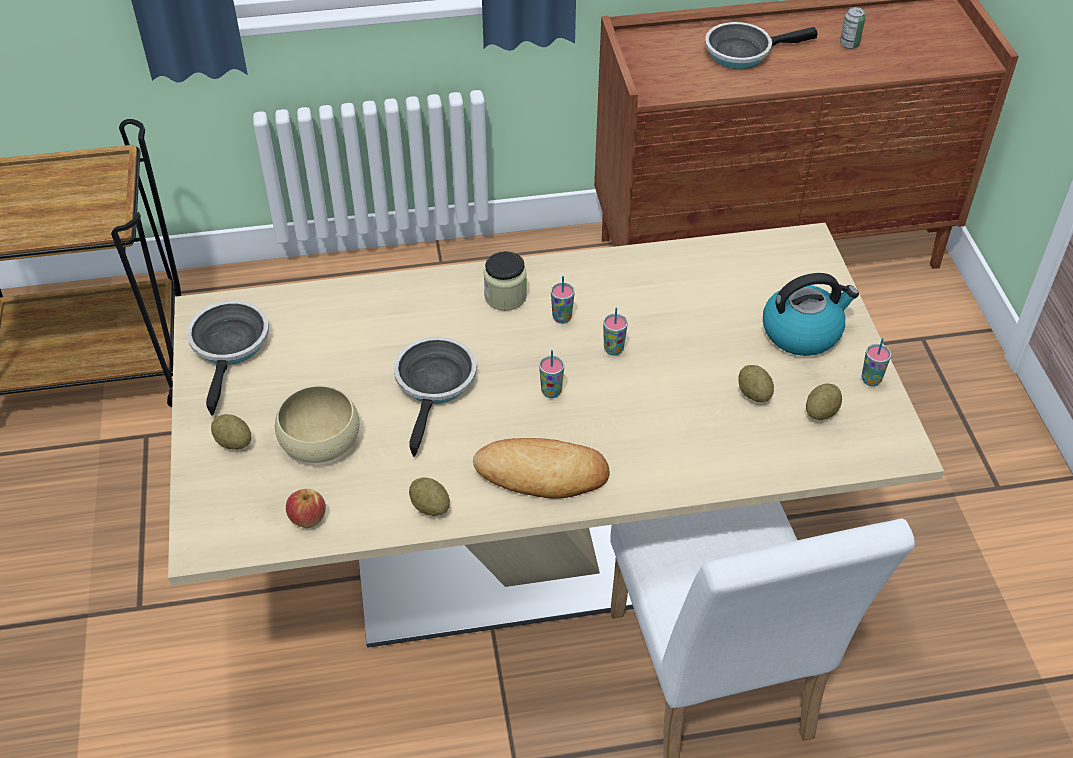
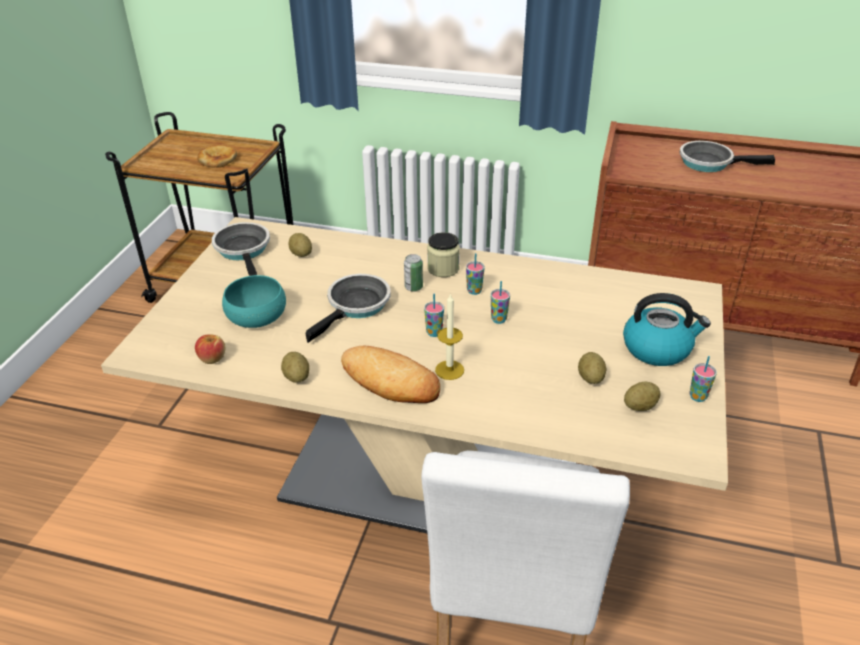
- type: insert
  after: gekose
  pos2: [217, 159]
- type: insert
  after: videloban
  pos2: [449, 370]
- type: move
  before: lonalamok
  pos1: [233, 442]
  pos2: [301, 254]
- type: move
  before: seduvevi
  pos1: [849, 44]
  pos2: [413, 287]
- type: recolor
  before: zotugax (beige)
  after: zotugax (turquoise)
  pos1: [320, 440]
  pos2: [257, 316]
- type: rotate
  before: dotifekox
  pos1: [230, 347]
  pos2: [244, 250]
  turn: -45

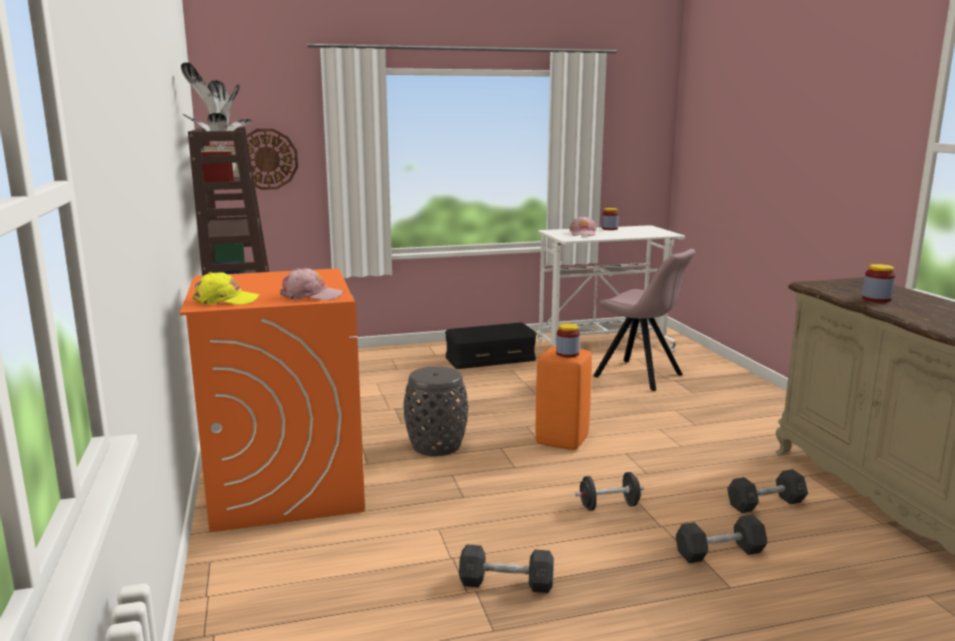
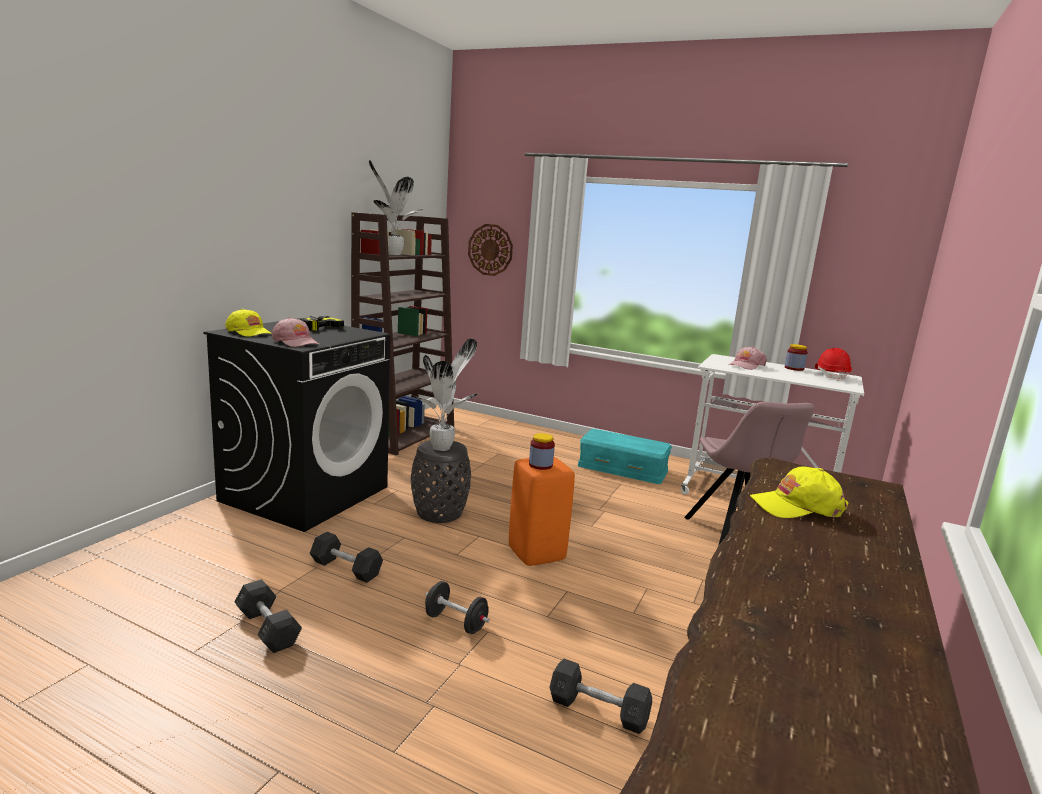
- type: insert
  after: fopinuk
  pos2: [314, 326]
- type: insert
  after: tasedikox
  pos2: [443, 447]
- type: insert
  after: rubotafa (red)
  pos2: [831, 375]
- type: move
  before: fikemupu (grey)
  pos1: [719, 553]
  pos2: [346, 568]
- type: replace
  before: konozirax
  after: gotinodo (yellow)
  pos1: [876, 299]
  pos2: [796, 506]
- type: recolor
  before: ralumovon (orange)
  after: ralumovon (black)
  pos1: [285, 484]
  pos2: [306, 493]
- type: recolor
  before: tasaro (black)
  after: tasaro (turquoise)
  pos1: [490, 358]
  pos2: [623, 468]

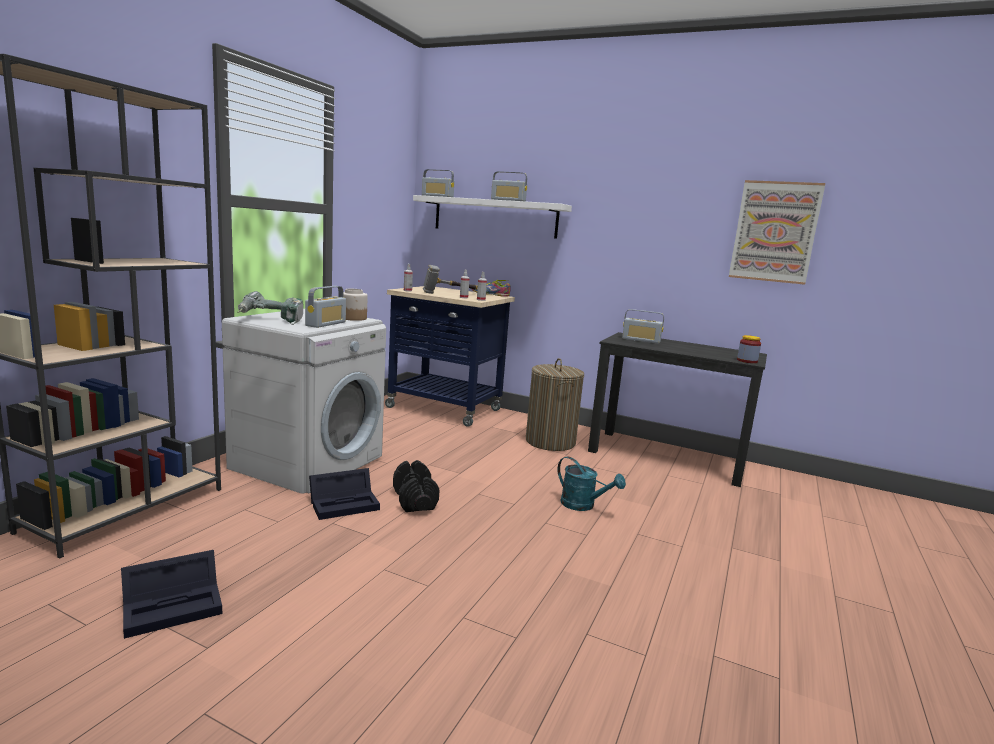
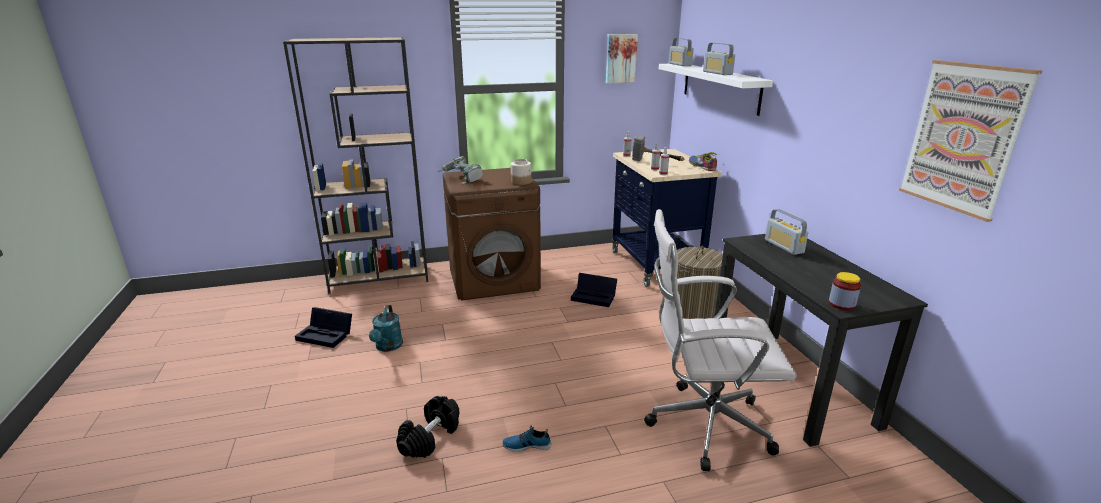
- type: delete
  before: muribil
  pos1: [326, 324]
- type: insert
  after: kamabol
  pos2: [527, 445]
- type: insert
  after: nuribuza
  pos2: [620, 58]
- type: insert
  after: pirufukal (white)
  pos2: [703, 425]
- type: move
  before: tasaro (black)
  pos1: [346, 504]
  pos2: [595, 297]
- type: move
  before: fikemupu (black)
  pos1: [415, 500]
  pos2: [430, 438]
- type: move
  before: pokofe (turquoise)
  pos1: [583, 505]
  pos2: [388, 347]
- type: recolor
  before: ralumovon (white)
  after: ralumovon (brown)
  pos1: [311, 462]
  pos2: [495, 280]

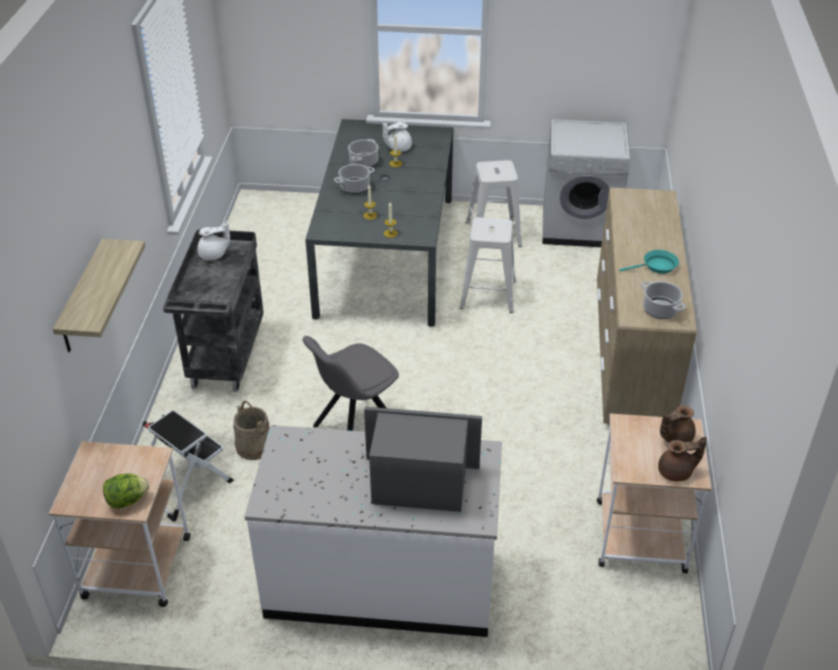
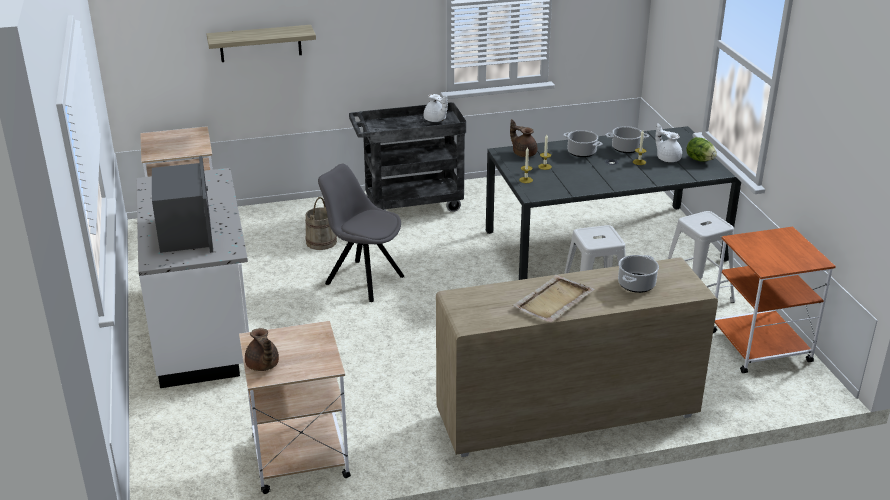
- type: delete
  before: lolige
  pos1: [182, 481]
- type: move
  before: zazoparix
  pos1: [127, 500]
  pos2: [699, 160]
- type: move
  before: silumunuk
  pos1: [659, 309]
  pos2: [636, 284]
- type: move
  before: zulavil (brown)
  pos1: [674, 438]
  pos2: [523, 153]
- type: replace
  before: ralumovon (white)
  after: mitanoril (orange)
  pos1: [579, 229]
  pos2: [760, 348]
- type: replace
  before: dotifekox (turquoise)
  after: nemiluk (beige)
  pos1: [657, 266]
  pos2: [553, 301]

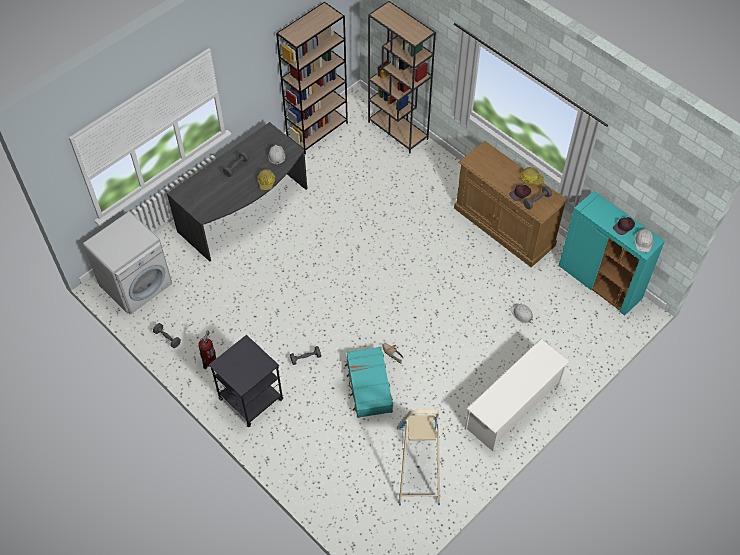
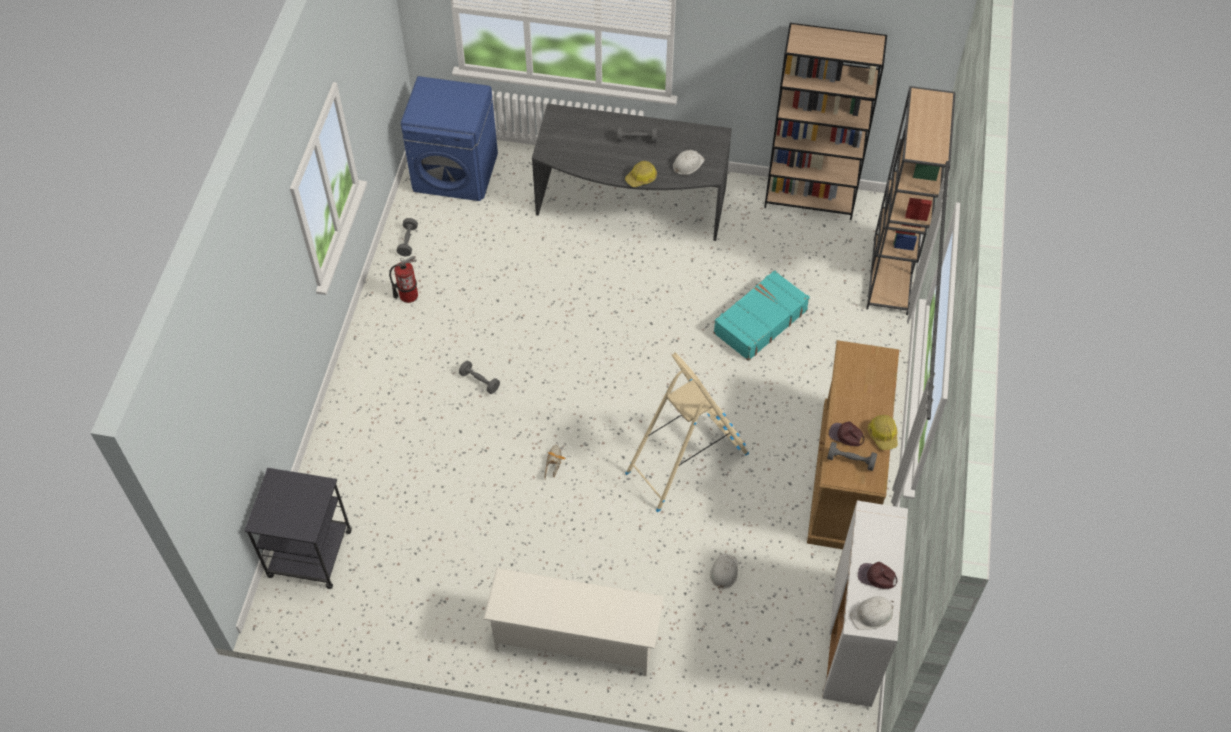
- type: move
  before: mitanoril (black)
  pos1: [250, 398]
  pos2: [310, 552]
- type: move
  before: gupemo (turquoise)
  pos1: [368, 386]
  pos2: [759, 321]
- type: move
  before: lolige (beige)
  pos1: [417, 464]
  pos2: [687, 462]
- type: recolor
  before: ralumovon (white)
  after: ralumovon (blue)
  pos1: [137, 284]
  pos2: [455, 173]
- type: recolor
  before: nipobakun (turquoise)
  after: nipobakun (white)
  pos1: [600, 282]
  pos2: [853, 640]

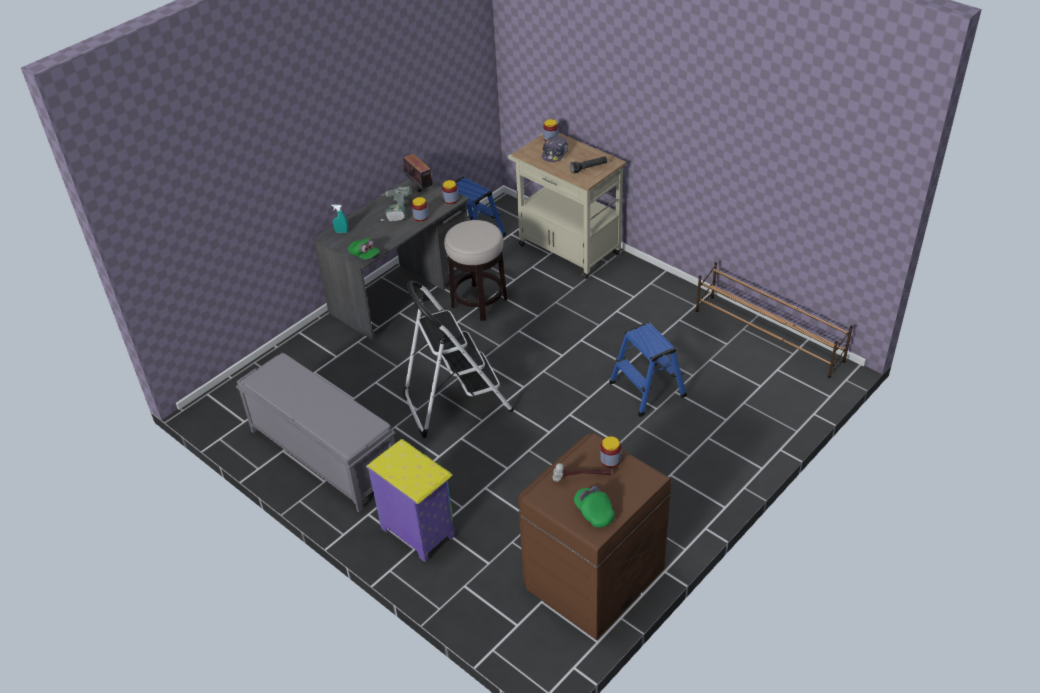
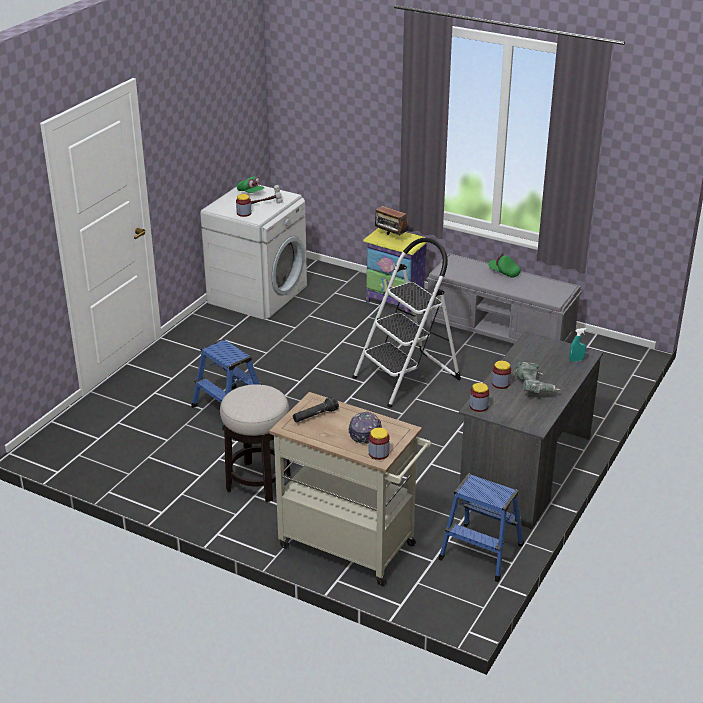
- type: delete
  before: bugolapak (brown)
  pos1: [768, 336]
- type: move
  before: gotinodo (green)
  pos1: [364, 255]
  pos2: [504, 272]
- type: move
  before: muribil
  pos1: [419, 187]
  pos2: [390, 237]
- type: move
  before: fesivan
  pos1: [479, 302]
  pos2: [258, 482]
- type: recolor
  before: ralumovon (brown)
  after: ralumovon (white)
  pos1: [590, 576]
  pos2: [260, 294]

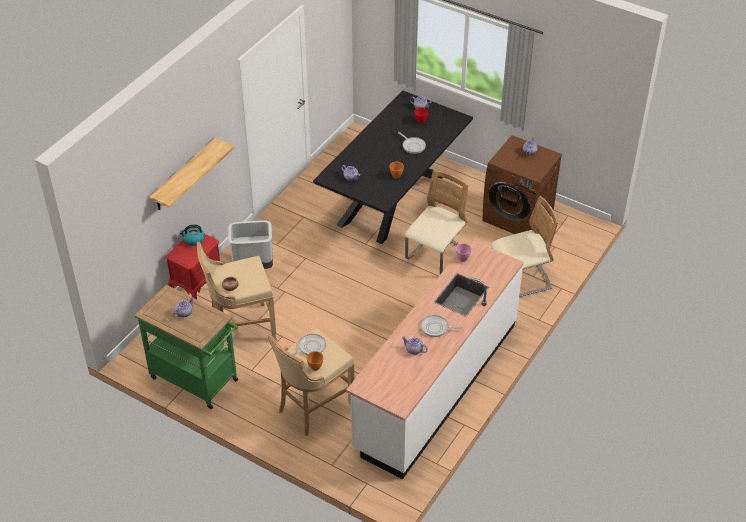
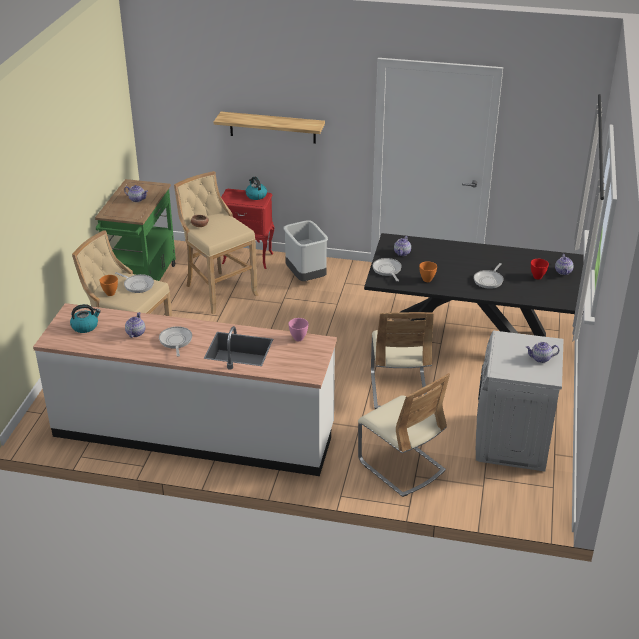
- type: insert
  after: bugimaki
  pos2: [85, 326]
- type: insert
  after: dotifekox
  pos2: [387, 270]
- type: recolor
  before: ralumovon (brown)
  after: ralumovon (white)
  pos1: [517, 218]
  pos2: [511, 442]
- type: rotate
  before: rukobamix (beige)
  pos1: [436, 255]
  pos2: [399, 389]
  turn: 75

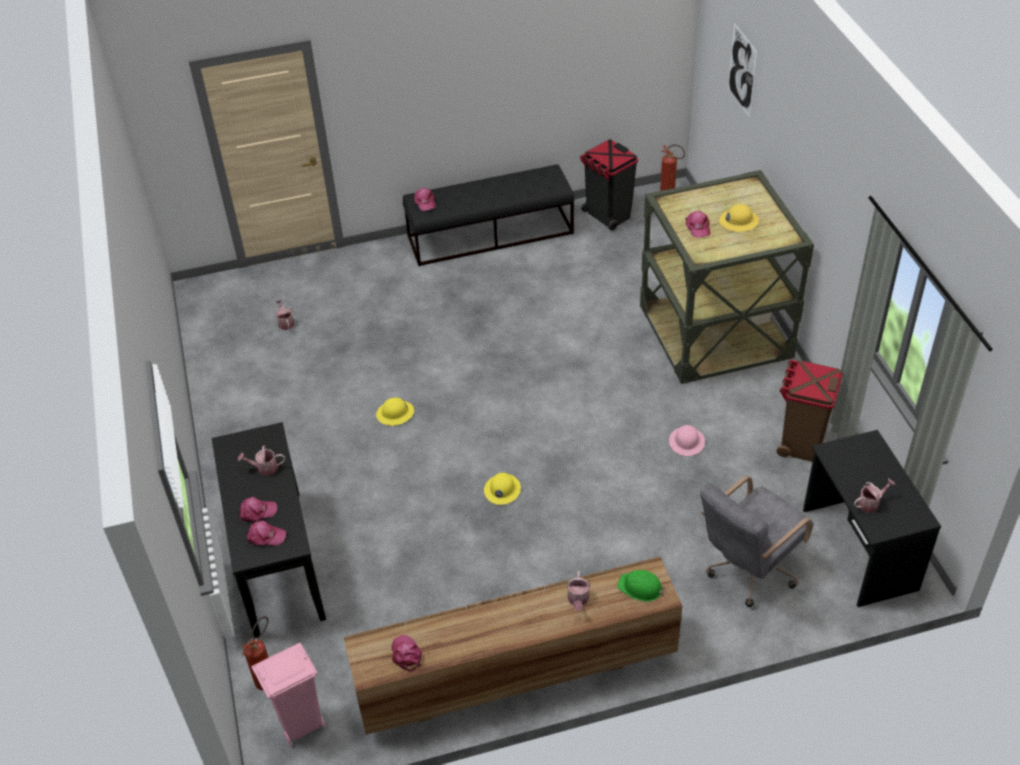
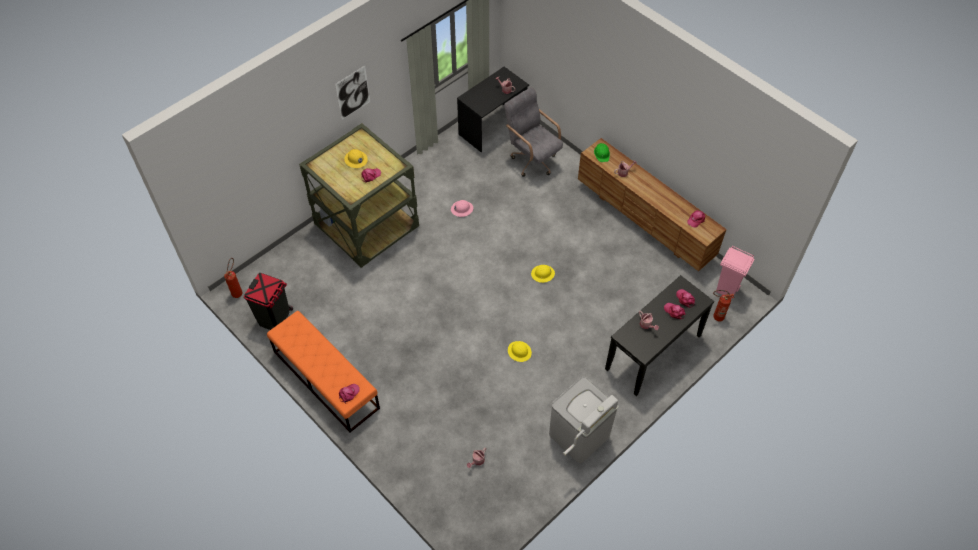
- type: delete
  before: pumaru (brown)
  pos1: [801, 442]
- type: insert
  after: ralumovon (grey)
  pos2: [578, 437]
- type: move
  before: nuribuza
  pos1: [742, 70]
  pos2: [353, 93]
- type: recolor
  before: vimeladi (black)
  after: vimeladi (orange)
  pos1: [491, 234]
  pos2: [325, 379]
- type: rotate
  before: pirufukal (grey)
  pos1: [748, 574]
  pos2: [532, 160]
  turn: -150

